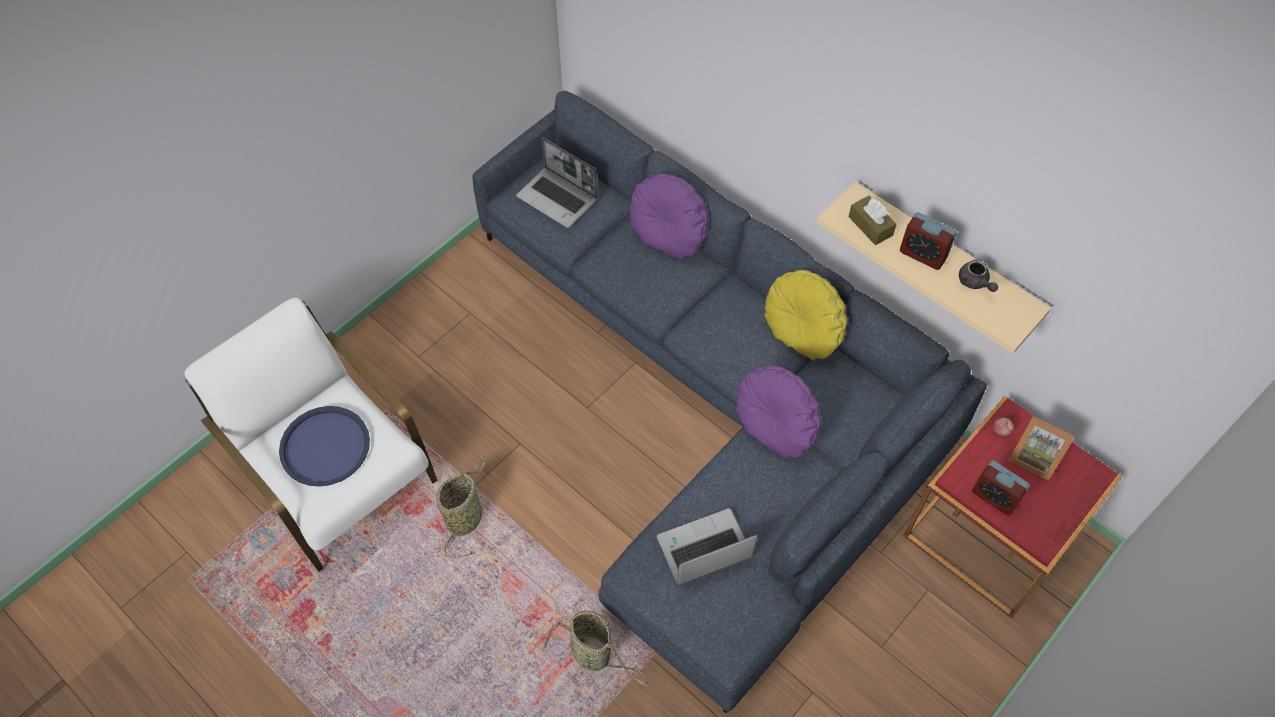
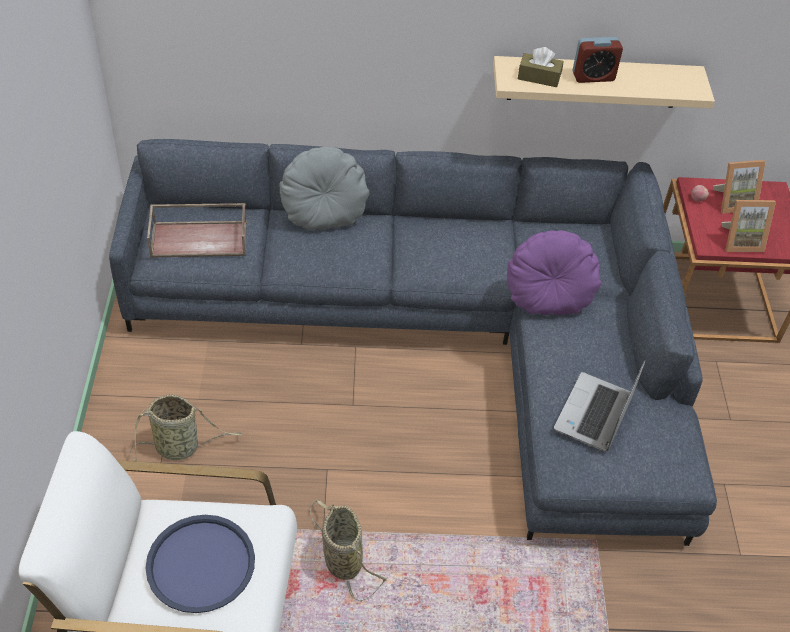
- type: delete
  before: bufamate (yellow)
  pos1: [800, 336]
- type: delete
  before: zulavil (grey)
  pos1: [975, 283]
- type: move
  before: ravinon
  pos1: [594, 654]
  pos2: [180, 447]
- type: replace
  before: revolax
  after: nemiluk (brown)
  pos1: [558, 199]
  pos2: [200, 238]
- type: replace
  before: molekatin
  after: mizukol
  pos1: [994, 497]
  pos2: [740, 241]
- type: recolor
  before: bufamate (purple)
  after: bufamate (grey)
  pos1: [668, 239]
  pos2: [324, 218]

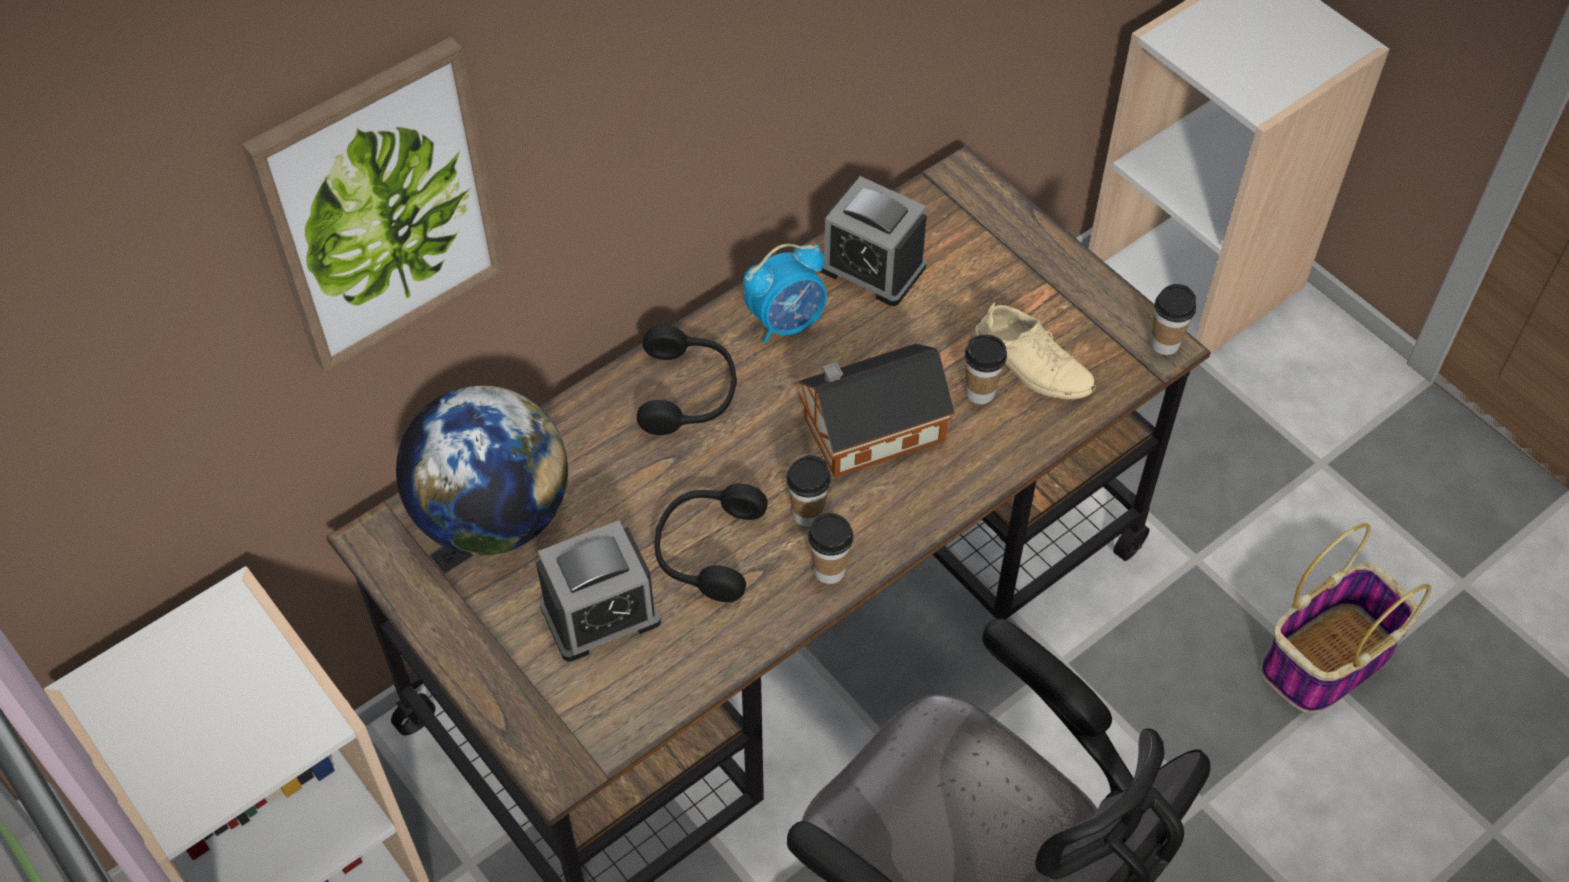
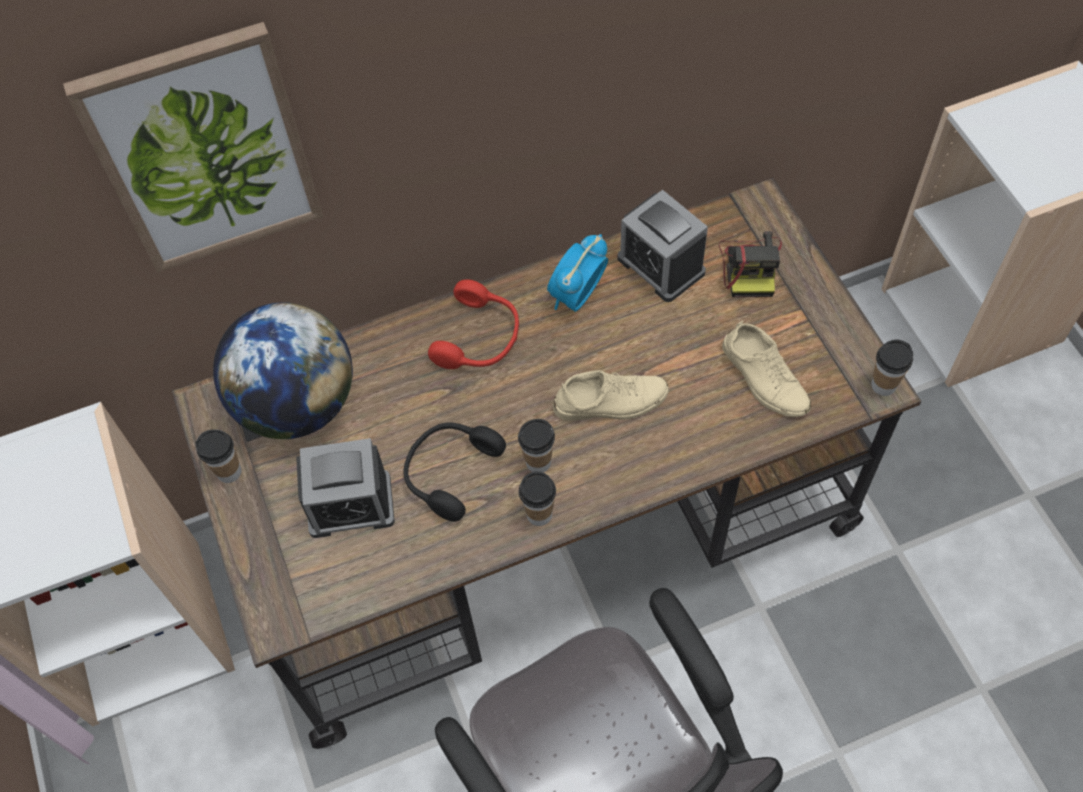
- type: delete
  before: ravinon
  pos1: [1326, 661]
- type: insert
  after: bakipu
  pos2: [750, 266]
- type: move
  before: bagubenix
  pos1: [980, 392]
  pos2: [229, 472]
- type: replace
  before: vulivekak
  after: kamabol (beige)
  pos1: [868, 429]
  pos2: [610, 402]
- type: recolor
  before: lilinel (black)
  after: lilinel (red)
  pos1: [689, 392]
  pos2: [480, 338]
- type: rotate
  before: molekatin
  pos1: [787, 322]
  pos2: [577, 296]
  turn: 135

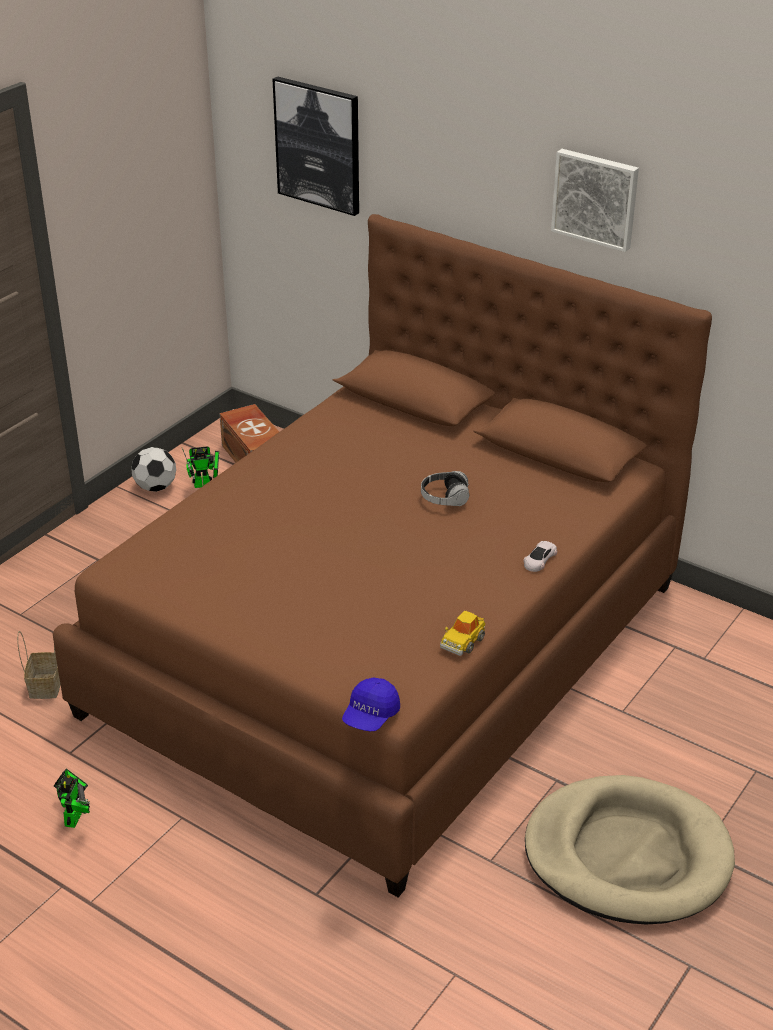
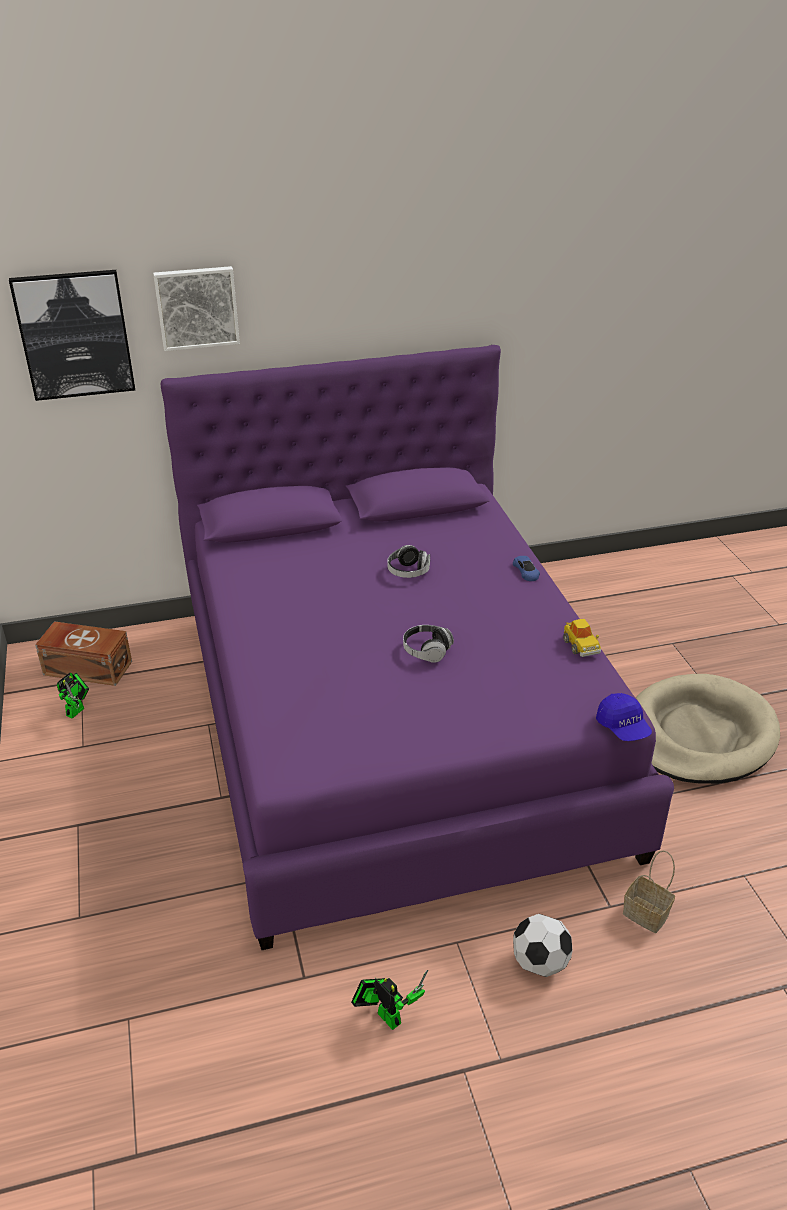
- type: insert
  after: lilinel
  pos2: [427, 651]
- type: move
  before: ravinon
  pos1: [46, 687]
  pos2: [647, 914]
- type: move
  before: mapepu
  pos1: [155, 487]
  pos2: [540, 963]
- type: move
  before: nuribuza
  pos1: [596, 198]
  pos2: [197, 307]
- type: recolor
  before: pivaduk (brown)
  after: pivaduk (purple)
  pos1: [388, 648]
  pos2: [393, 724]
- type: recolor
  before: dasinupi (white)
  after: dasinupi (blue)
  pos1: [539, 559]
  pos2: [526, 571]

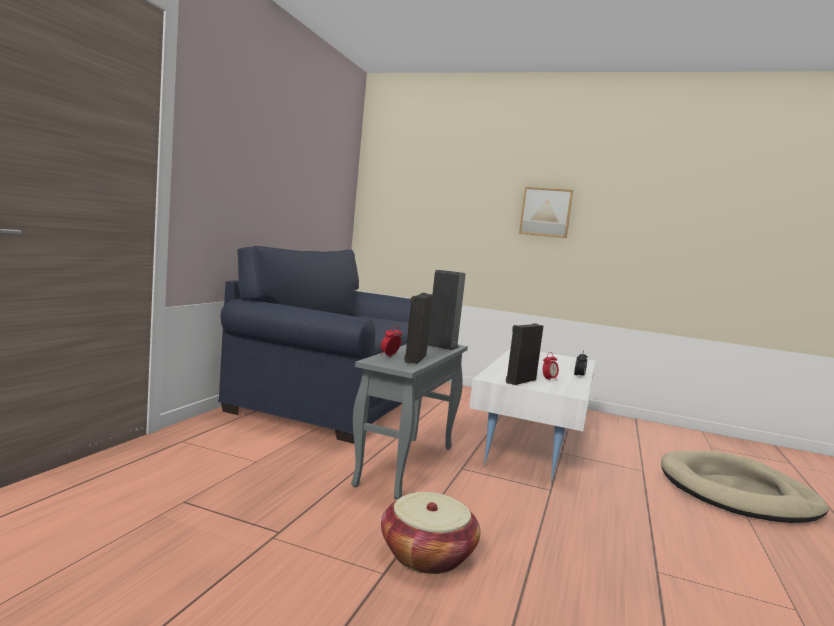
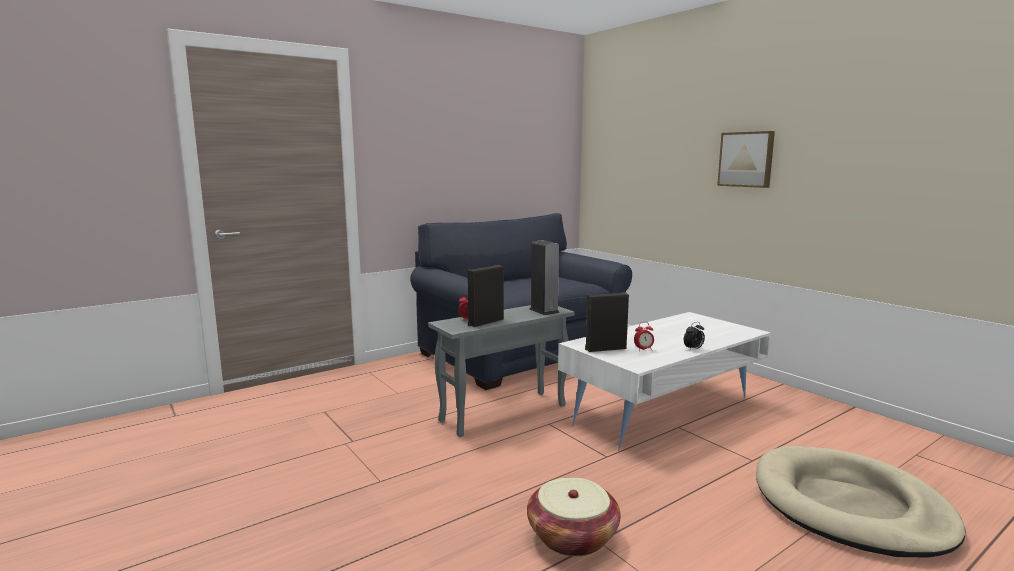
- type: move
  before: ravinon
  pos1: [427, 555]
  pos2: [572, 537]

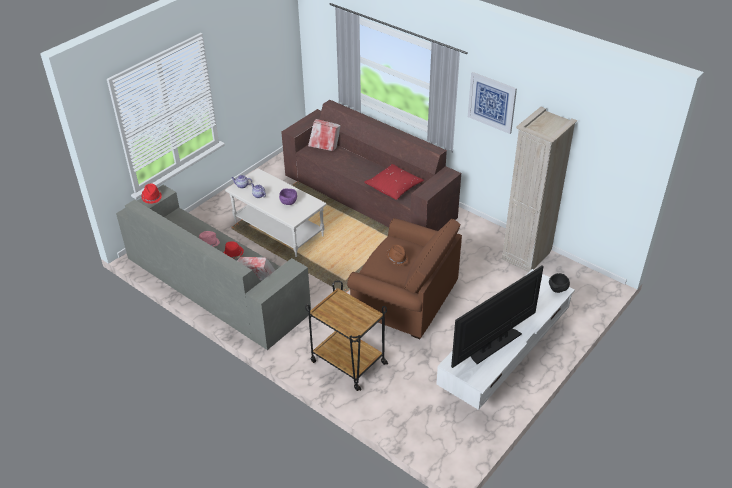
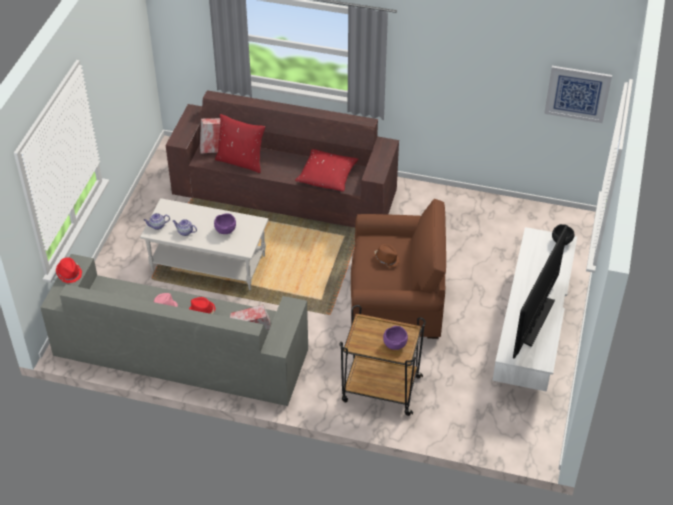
- type: delete
  before: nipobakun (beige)
  pos1: [526, 255]
- type: insert
  after: bufamate (red)
  pos2: [241, 161]
- type: insert
  after: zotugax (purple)
  pos2: [395, 344]
- type: move
  before: nuribuza
  pos1: [492, 102]
  pos2: [577, 93]

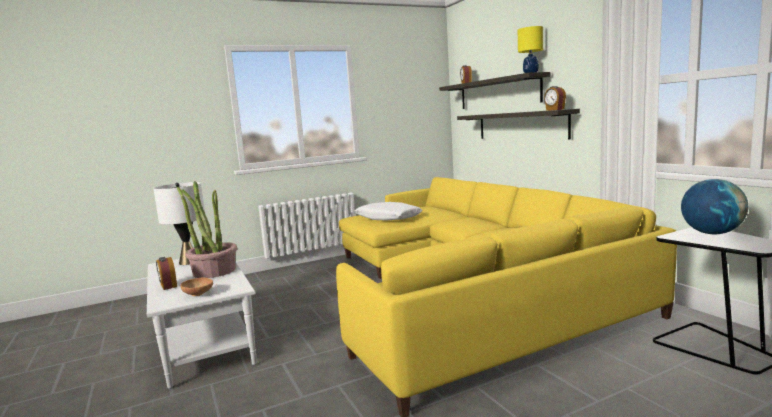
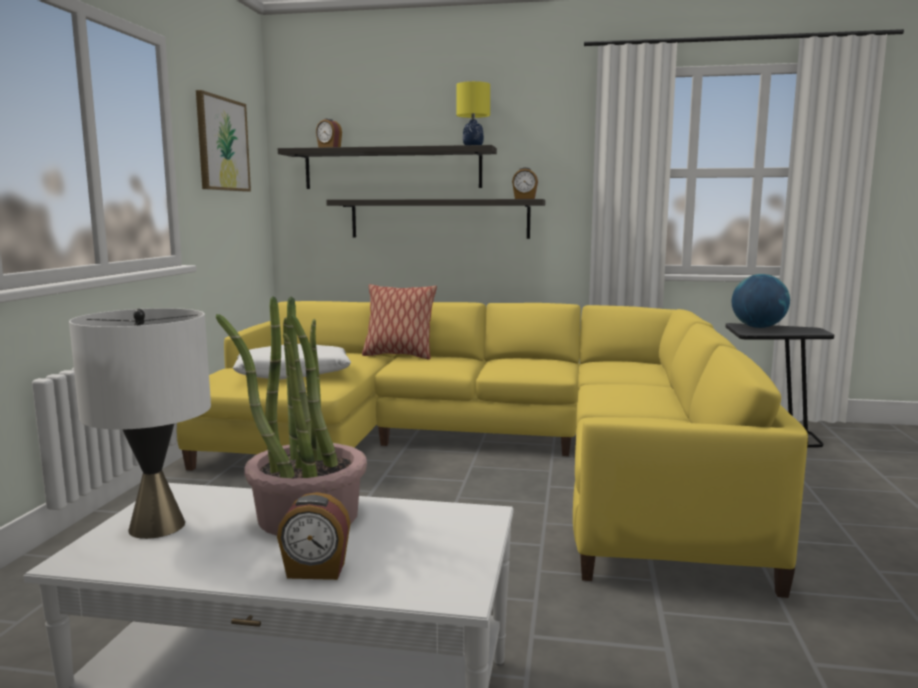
- type: delete
  before: zotugax (brown)
  pos1: [199, 295]
- type: insert
  after: nuribuza
  pos2: [222, 144]
- type: insert
  after: bufamate
  pos2: [398, 355]

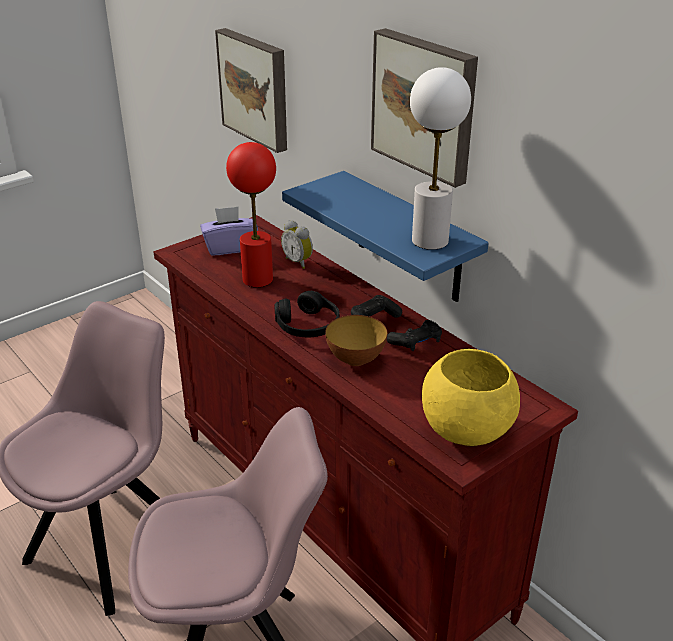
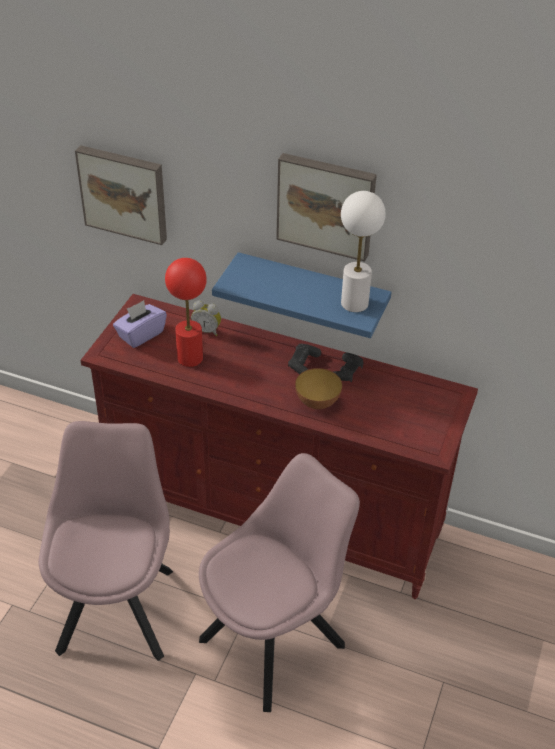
- type: delete
  before: lilinel (black)
  pos1: [308, 325]
- type: delete
  before: zotugax (yellow)
  pos1: [466, 430]

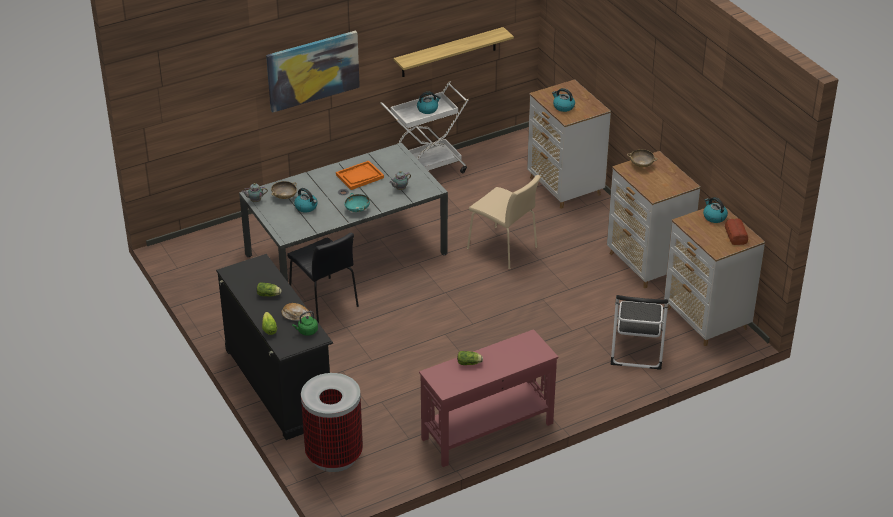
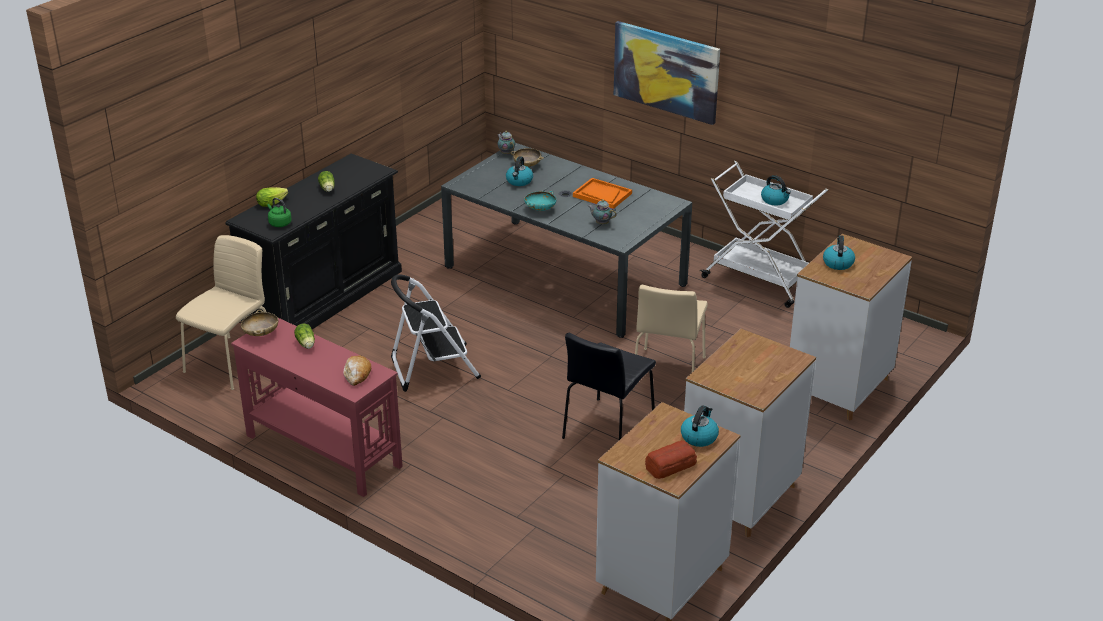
- type: delete
  before: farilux
  pos1: [449, 52]
- type: move
  before: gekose
  pos1: [296, 315]
  pos2: [357, 374]
- type: move
  before: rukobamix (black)
  pos1: [325, 302]
  pos2: [607, 430]
- type: move
  before: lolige
  pos1: [636, 348]
  pos2: [432, 368]
- type: move
  before: zotugax (beige)
  pos1: [641, 165]
  pos2: [260, 333]
- type: replace
  before: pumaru
  after: rukobamix (beige)
  pos1: [334, 455]
  pos2: [232, 361]

